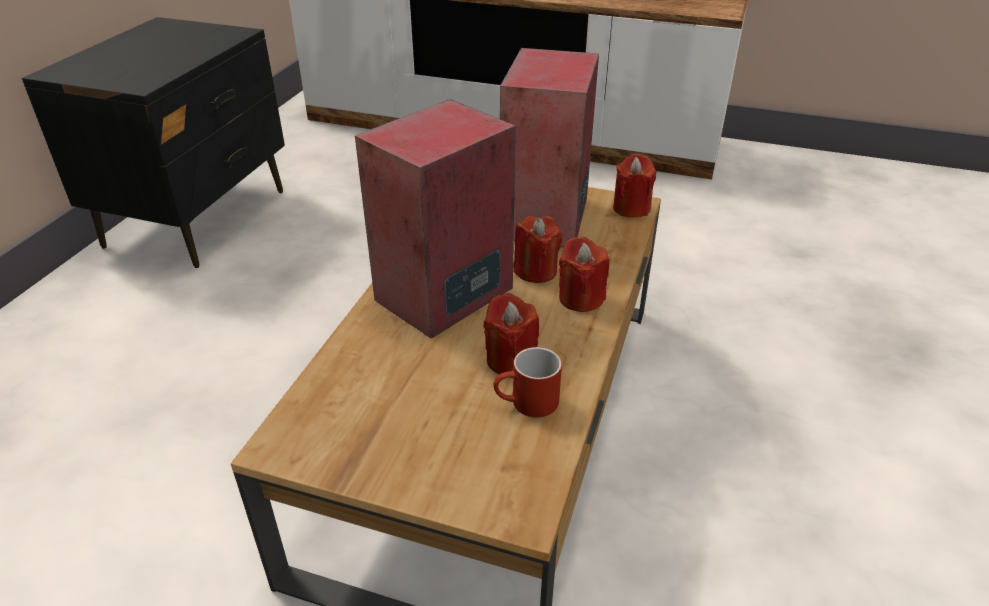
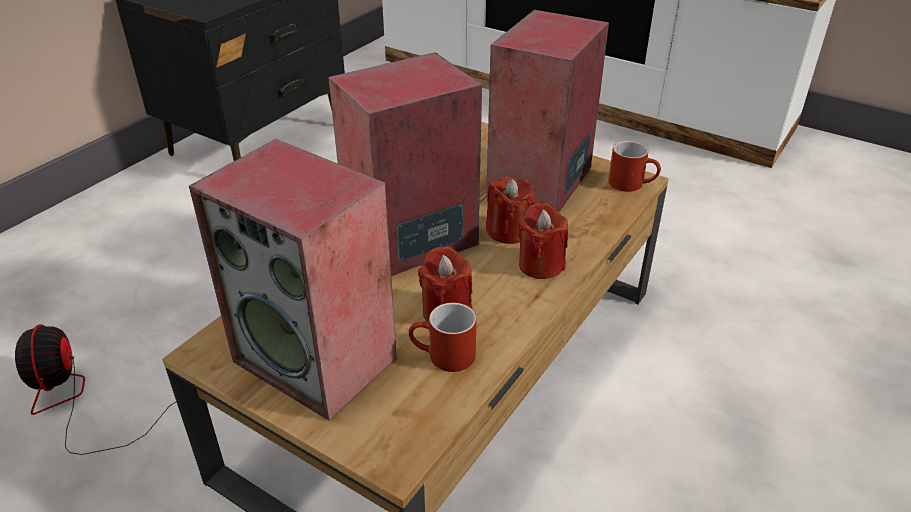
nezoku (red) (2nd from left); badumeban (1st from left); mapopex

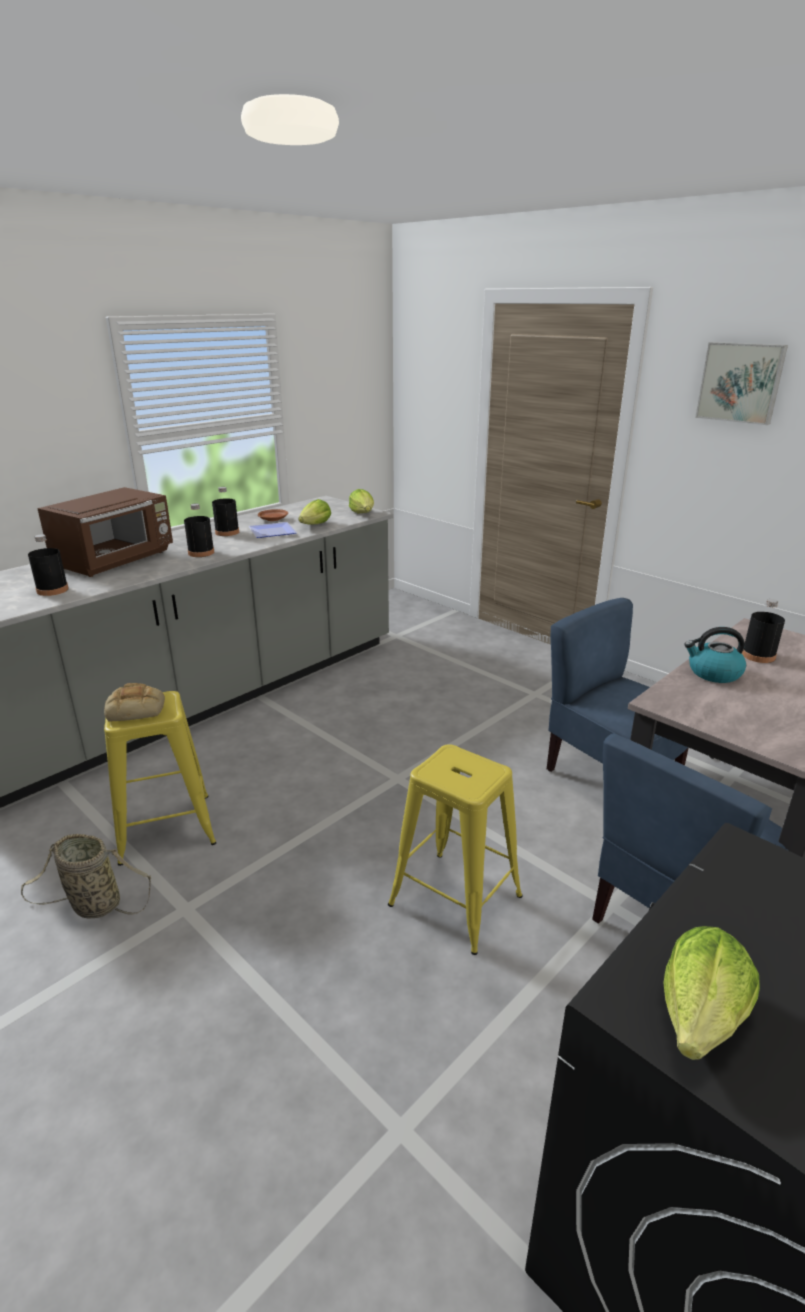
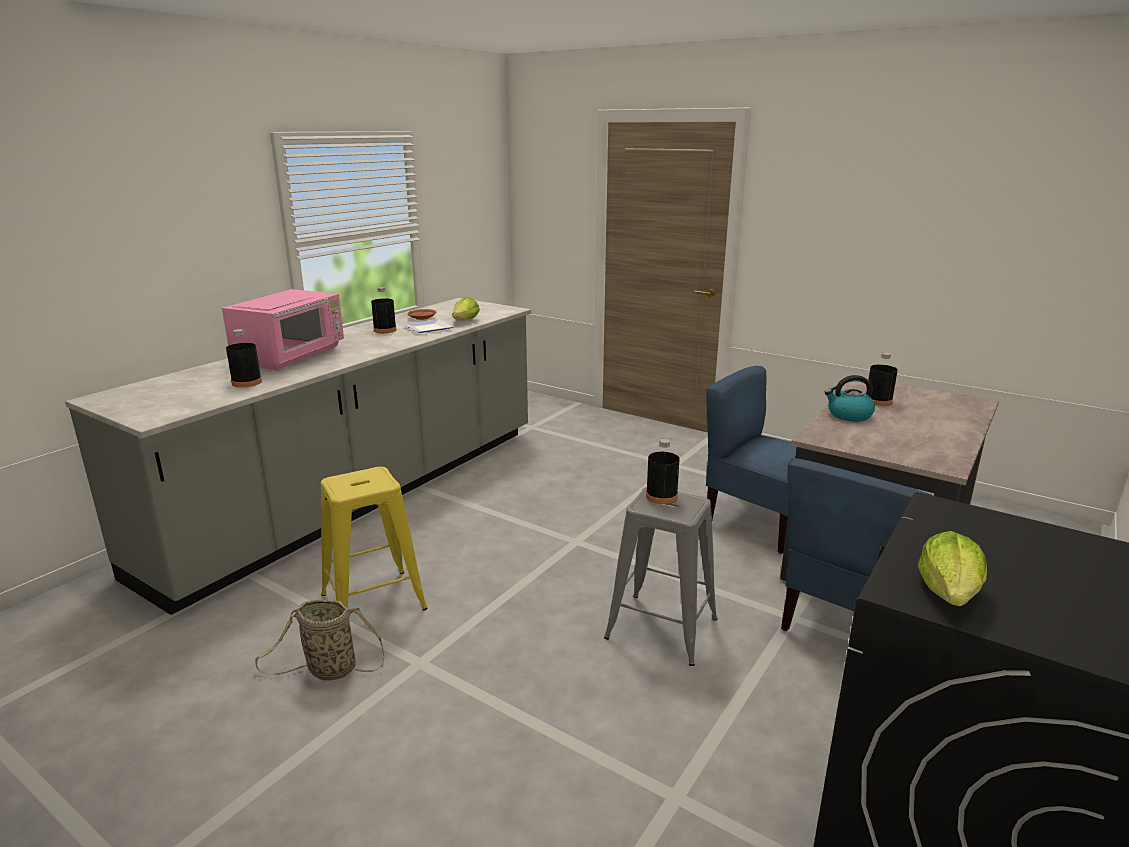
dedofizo; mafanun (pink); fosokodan (2nd from left in the first image); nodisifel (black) (3rd from left); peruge; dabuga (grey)

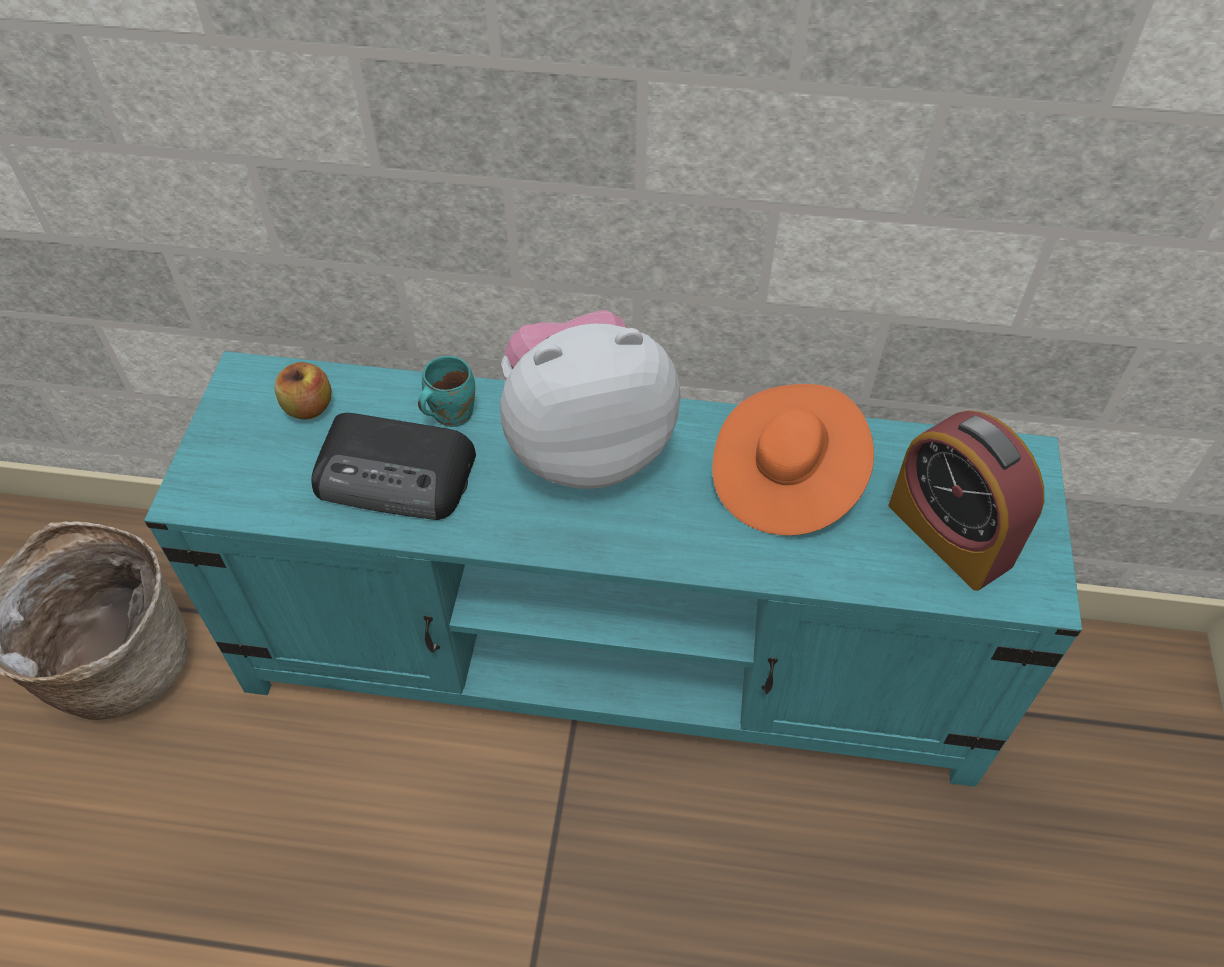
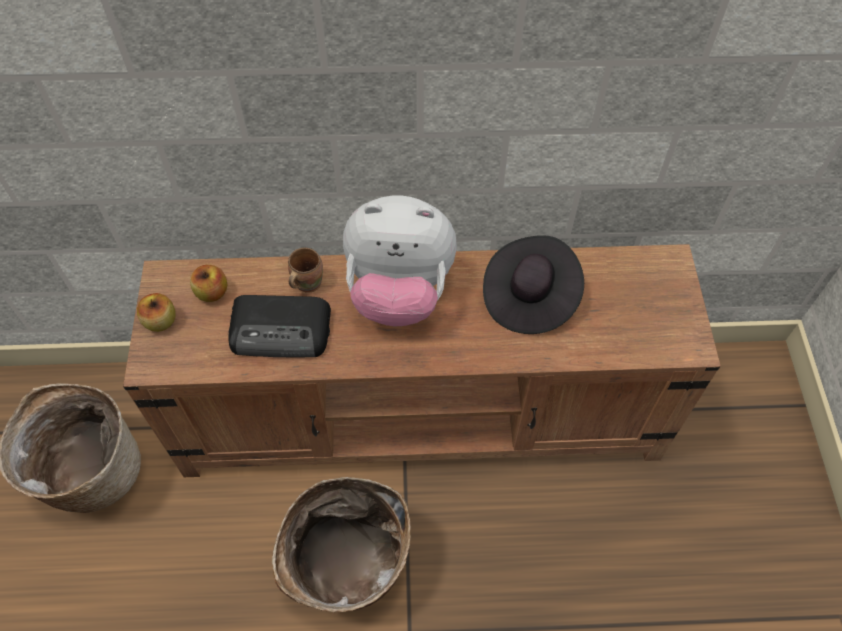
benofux; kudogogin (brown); nezoku (brown); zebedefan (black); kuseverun; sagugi (1st from left); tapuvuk (2nd from left)

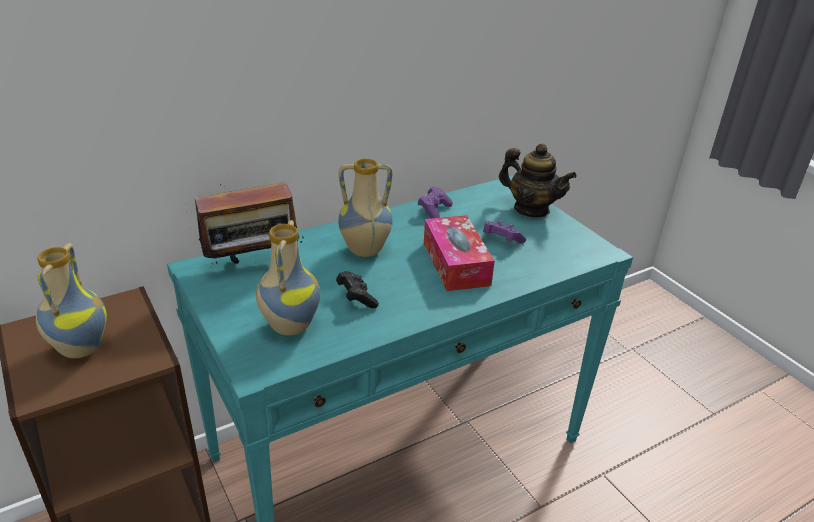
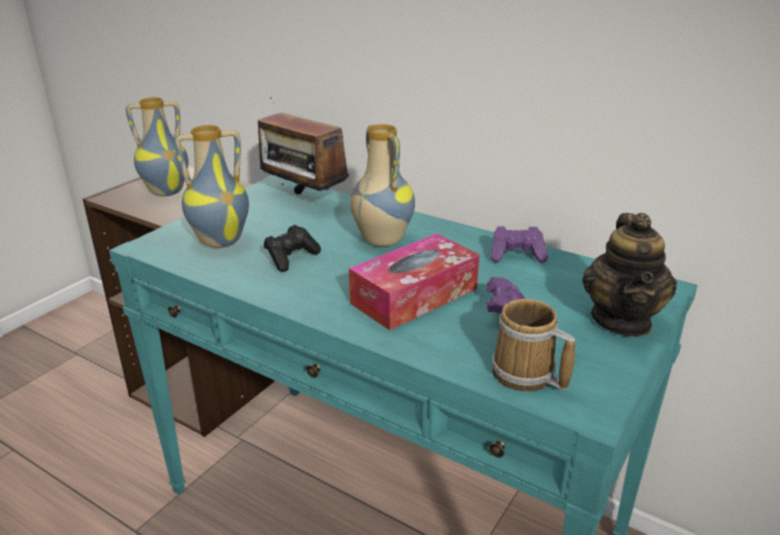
nezoku

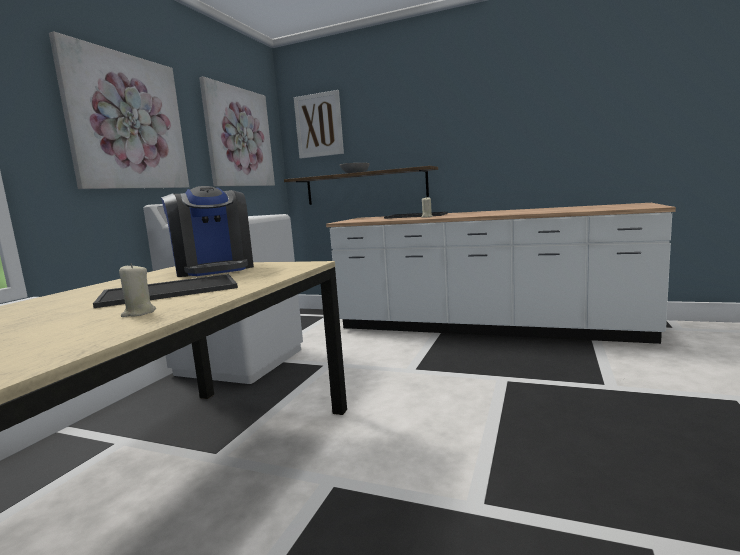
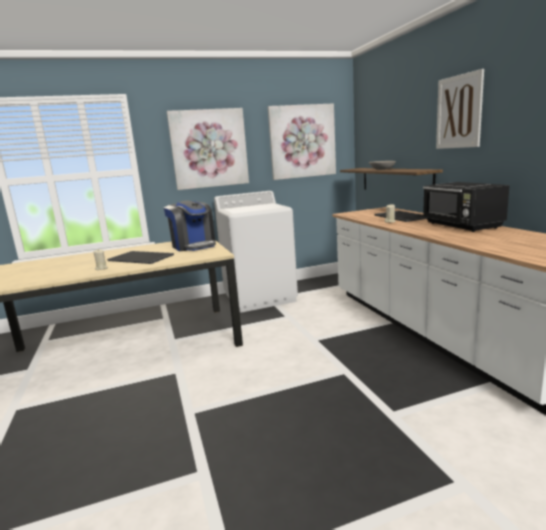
dedofizo (3rd from left); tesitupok; mafanun (black)

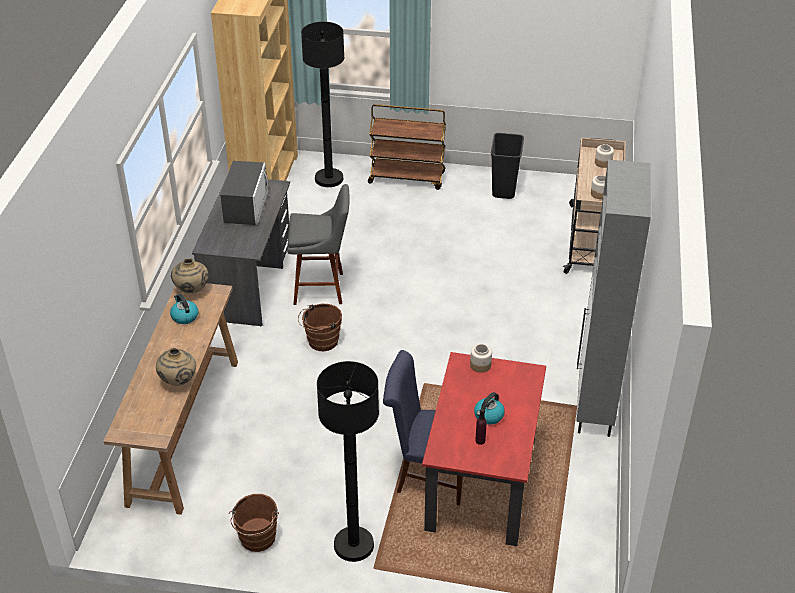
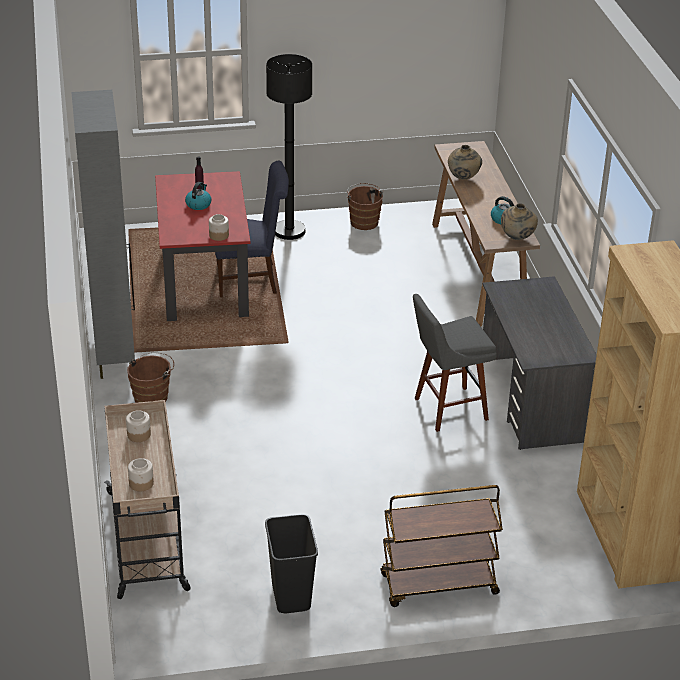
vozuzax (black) (1st from left in the first image); mafanun; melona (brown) (1st from left)

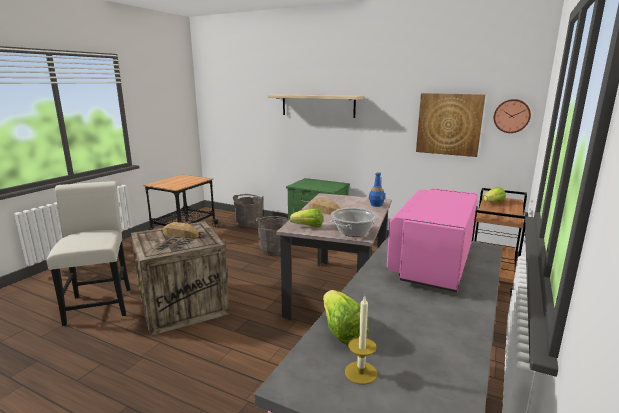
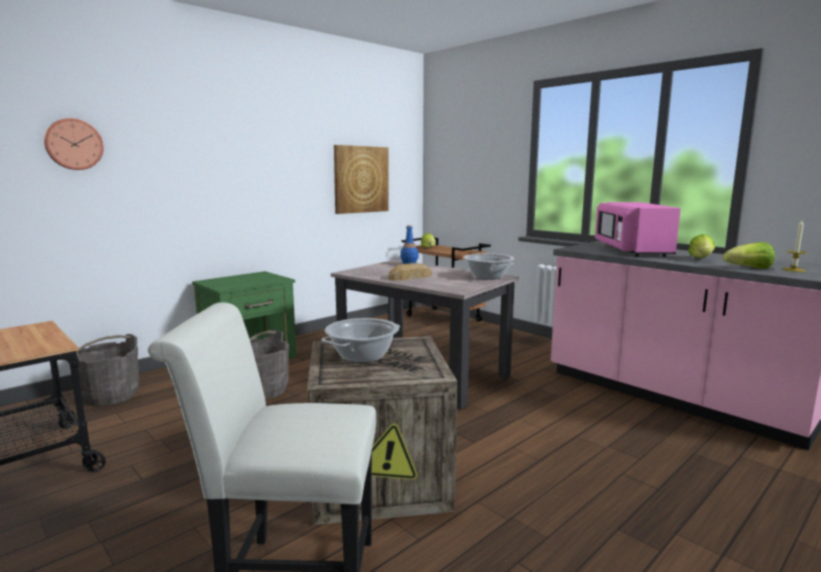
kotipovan; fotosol; mafanun (pink); fosokodan (2nd from left); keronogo (1st from left)

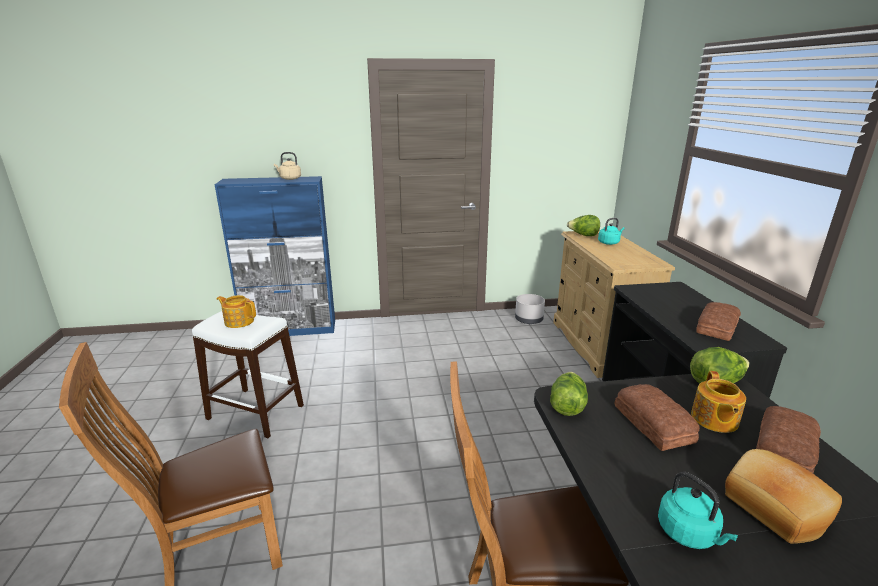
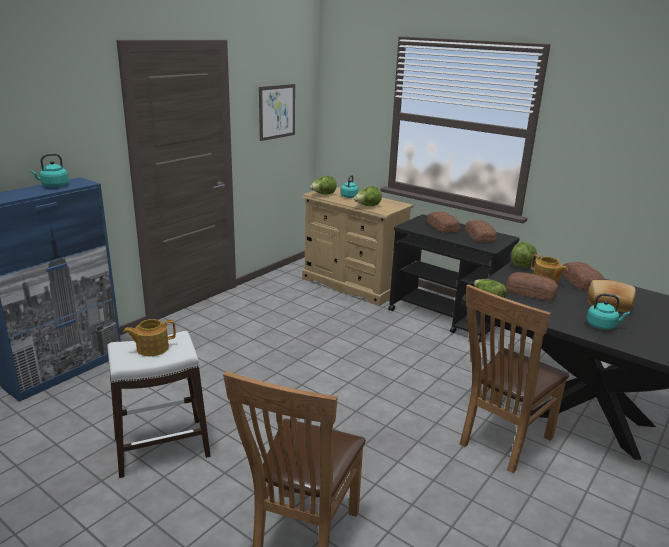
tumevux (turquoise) (1st from left); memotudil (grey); dedofizo; fosokodan (2nd from left); peruge (1st from left)

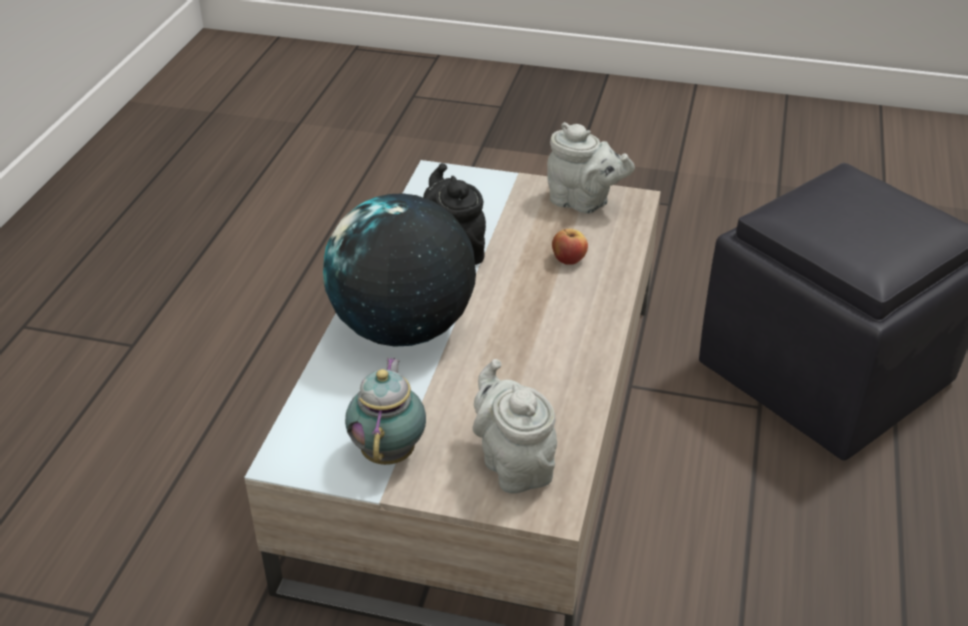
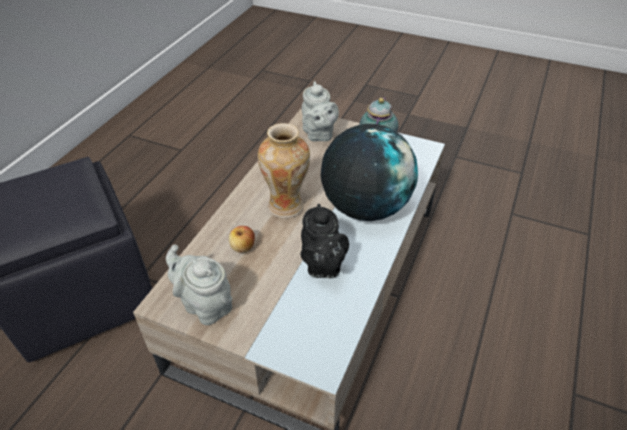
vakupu

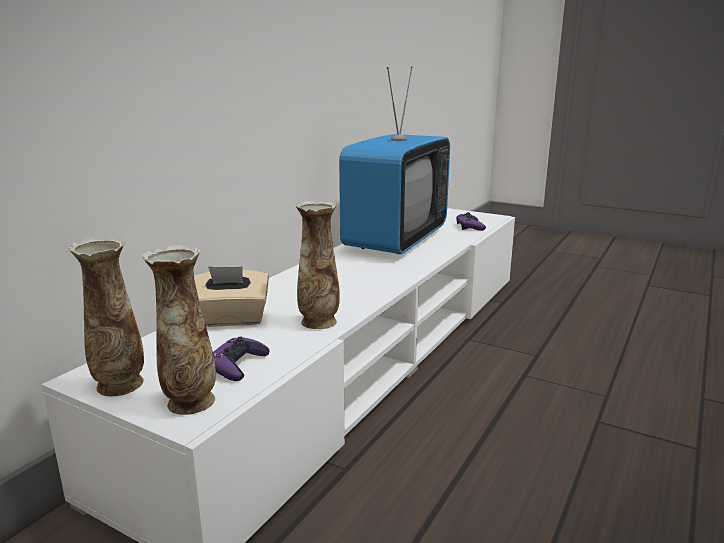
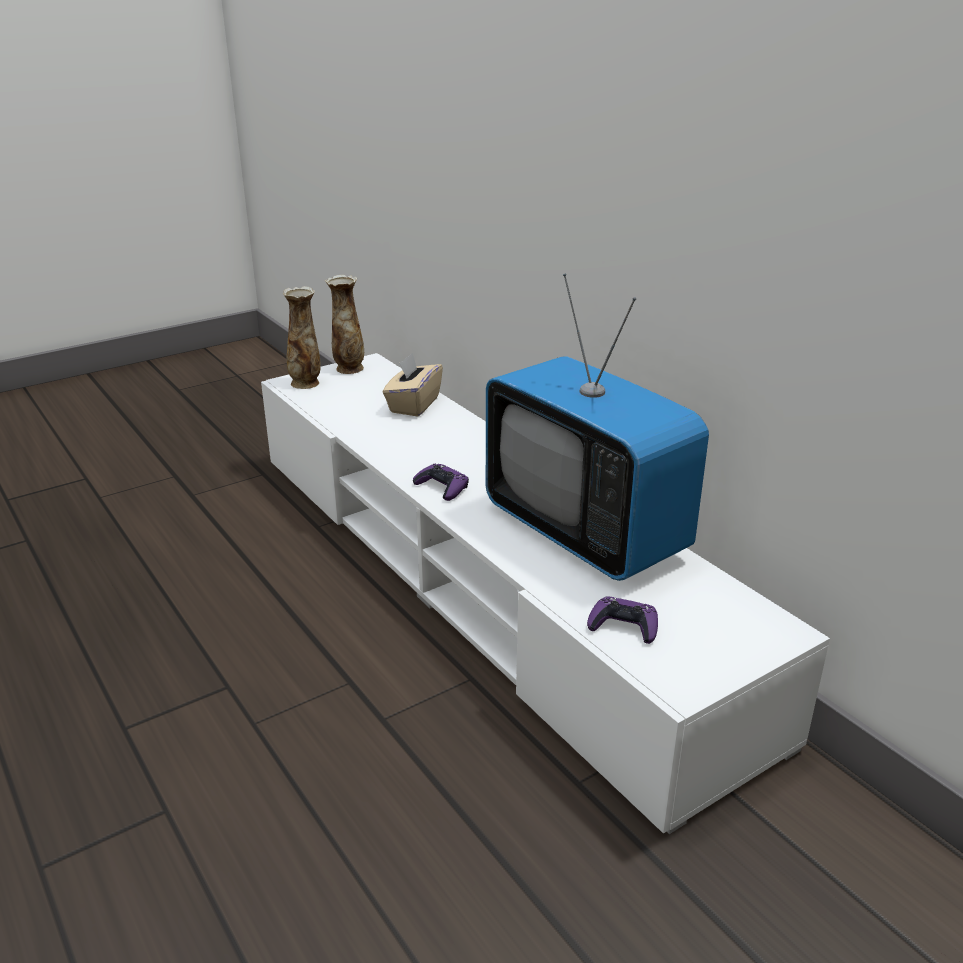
vakupu (3rd from left in the first image); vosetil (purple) (1st from left)

